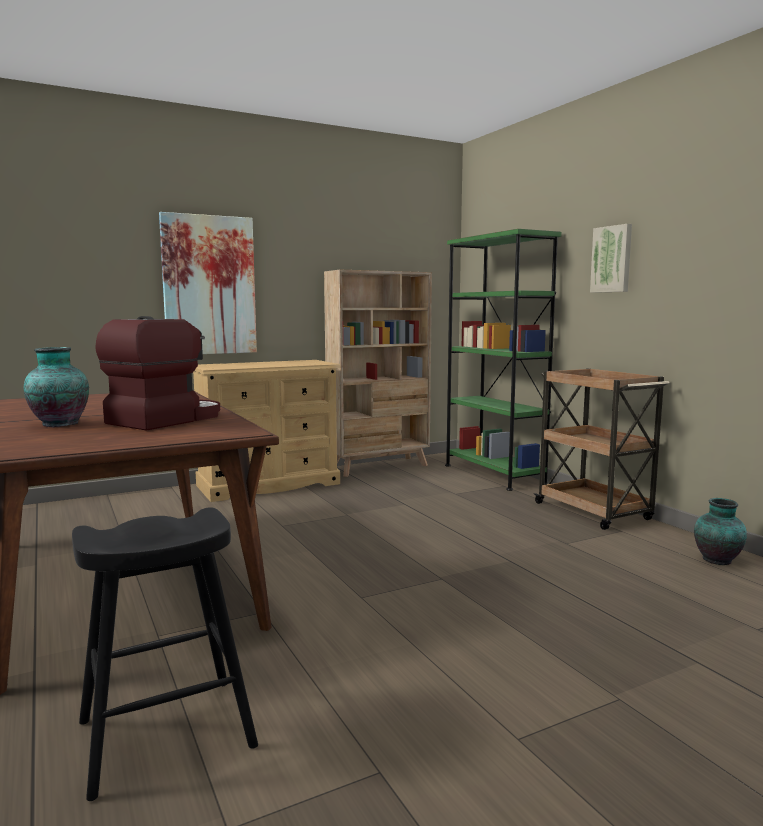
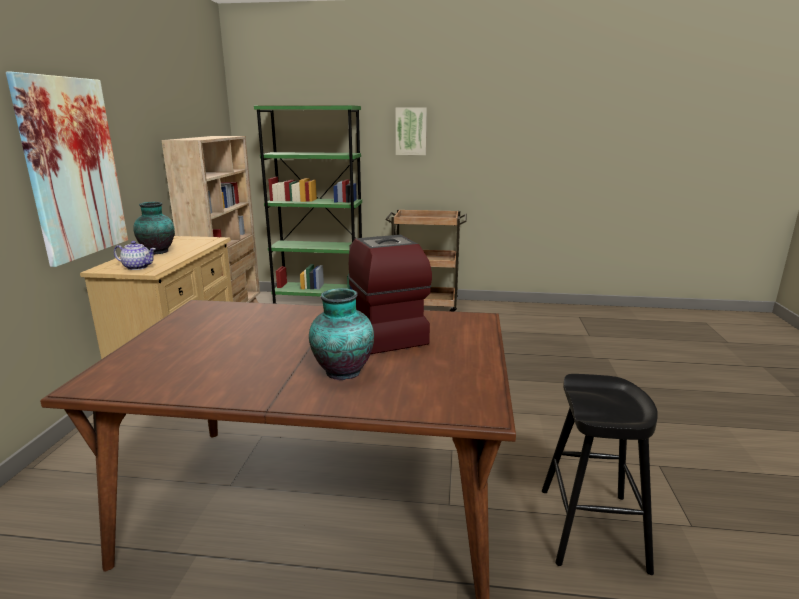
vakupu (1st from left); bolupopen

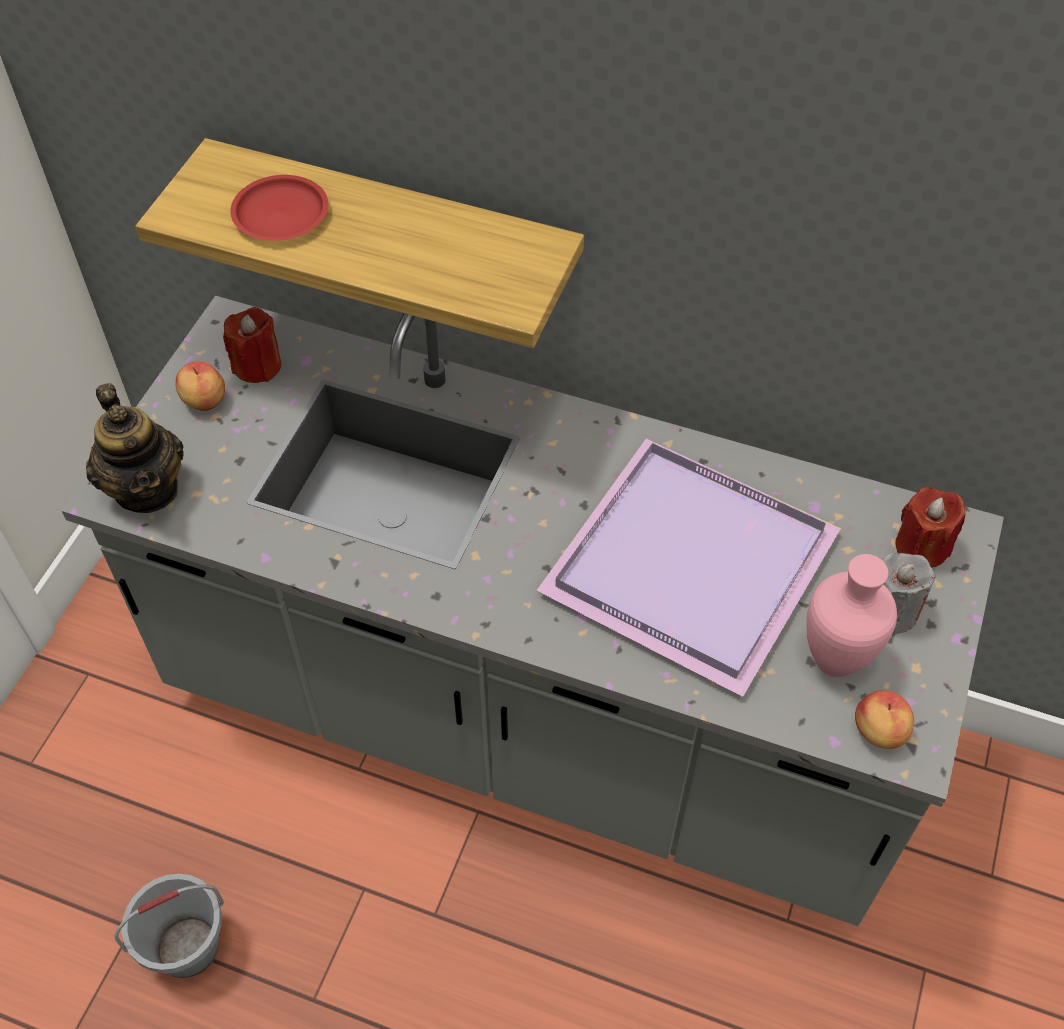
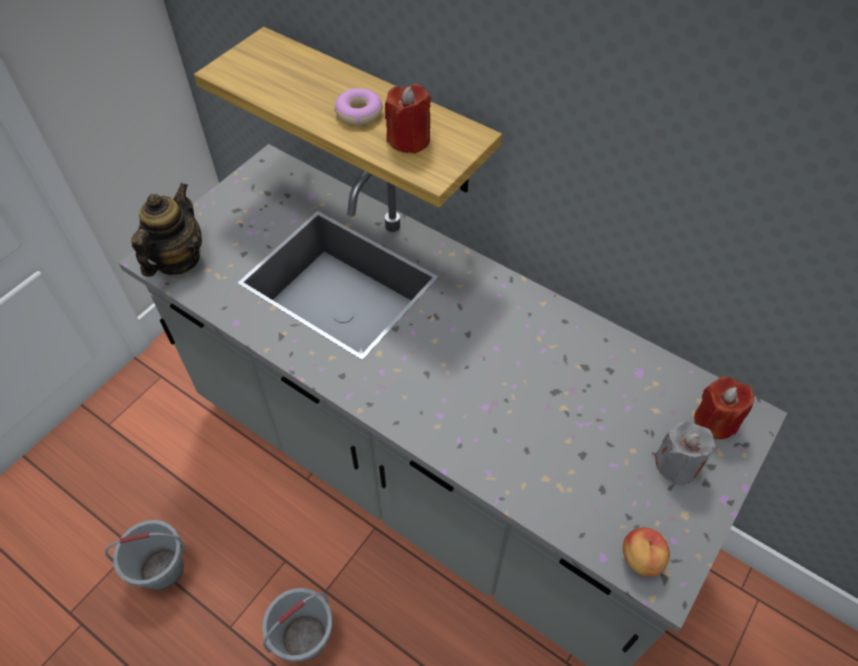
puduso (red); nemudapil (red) (1st from left); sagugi (1st from left in the first image); bolupopen; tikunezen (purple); vakupu (pink); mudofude; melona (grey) (2nd from left)

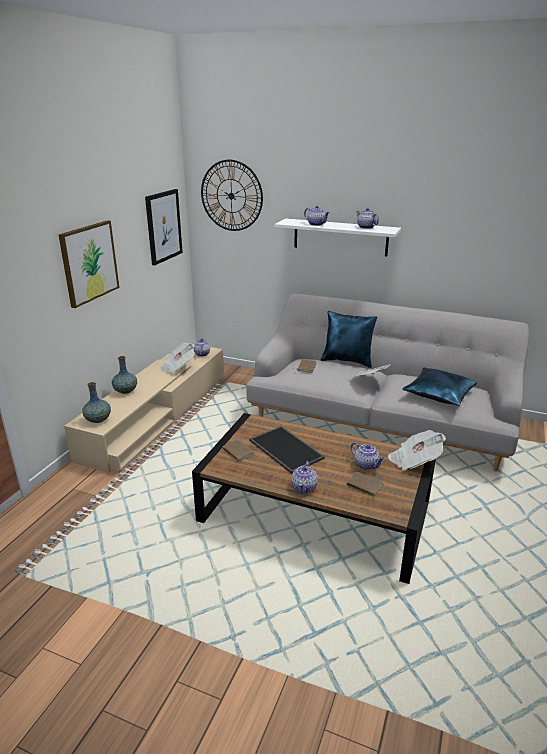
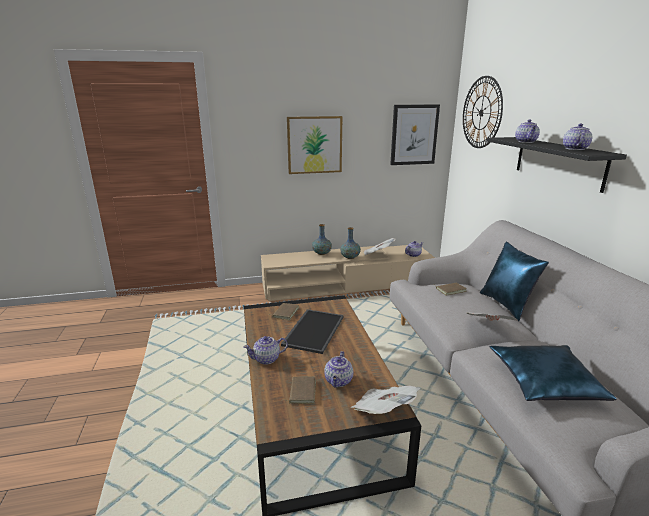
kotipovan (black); vakupu (2nd from left)

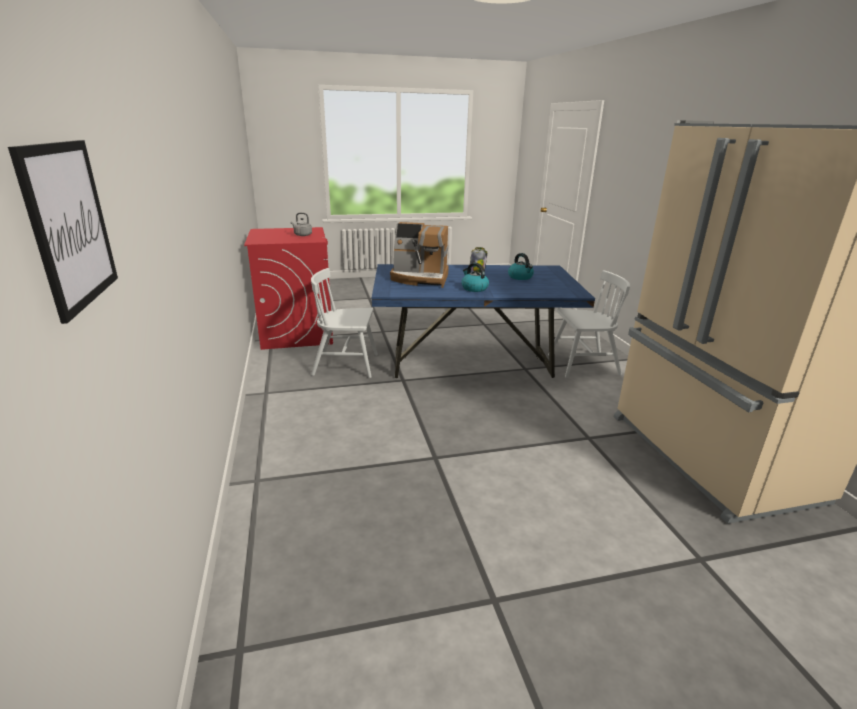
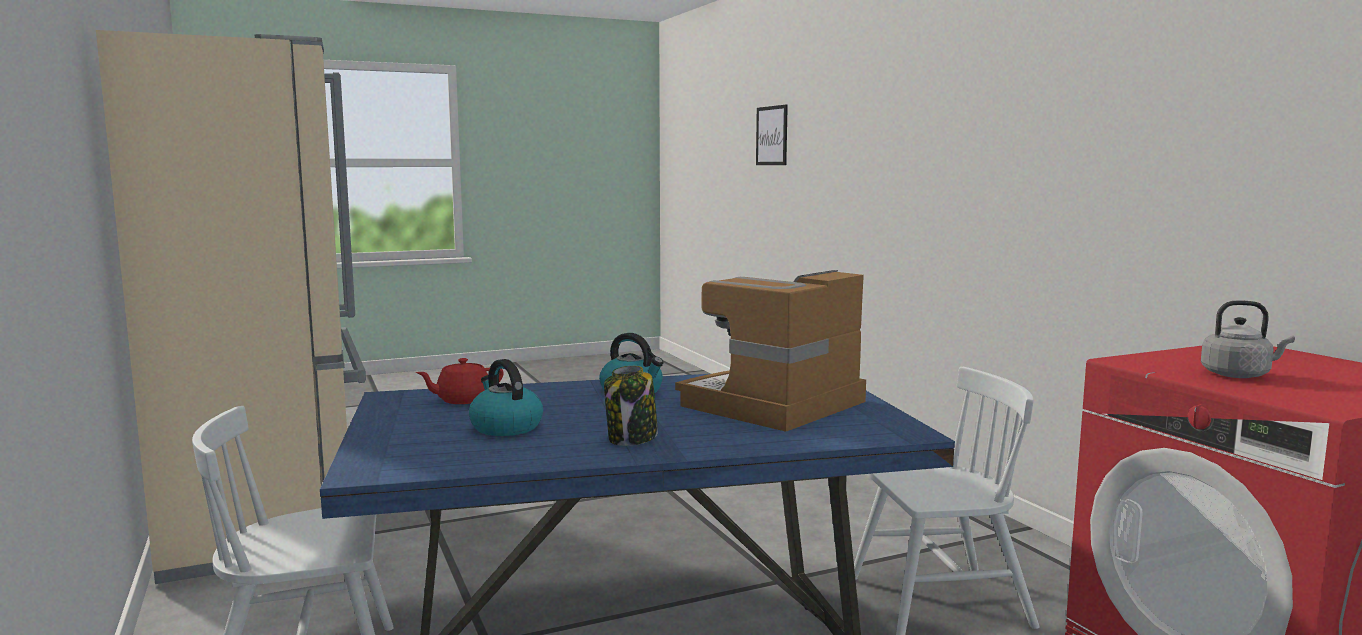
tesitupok; bolupopen (red)

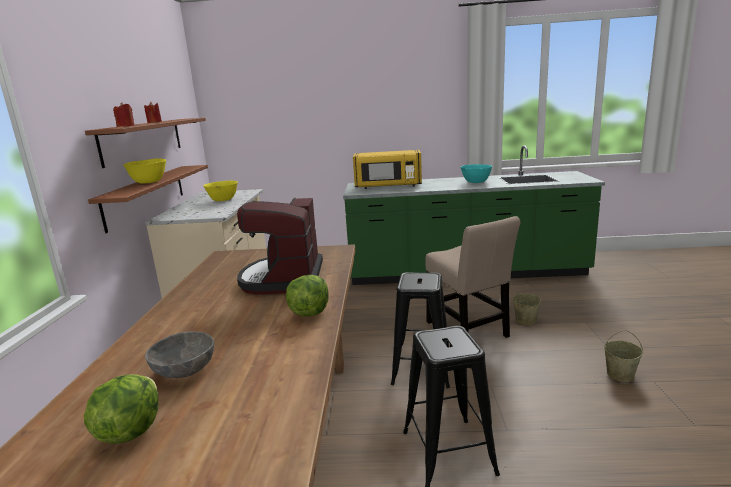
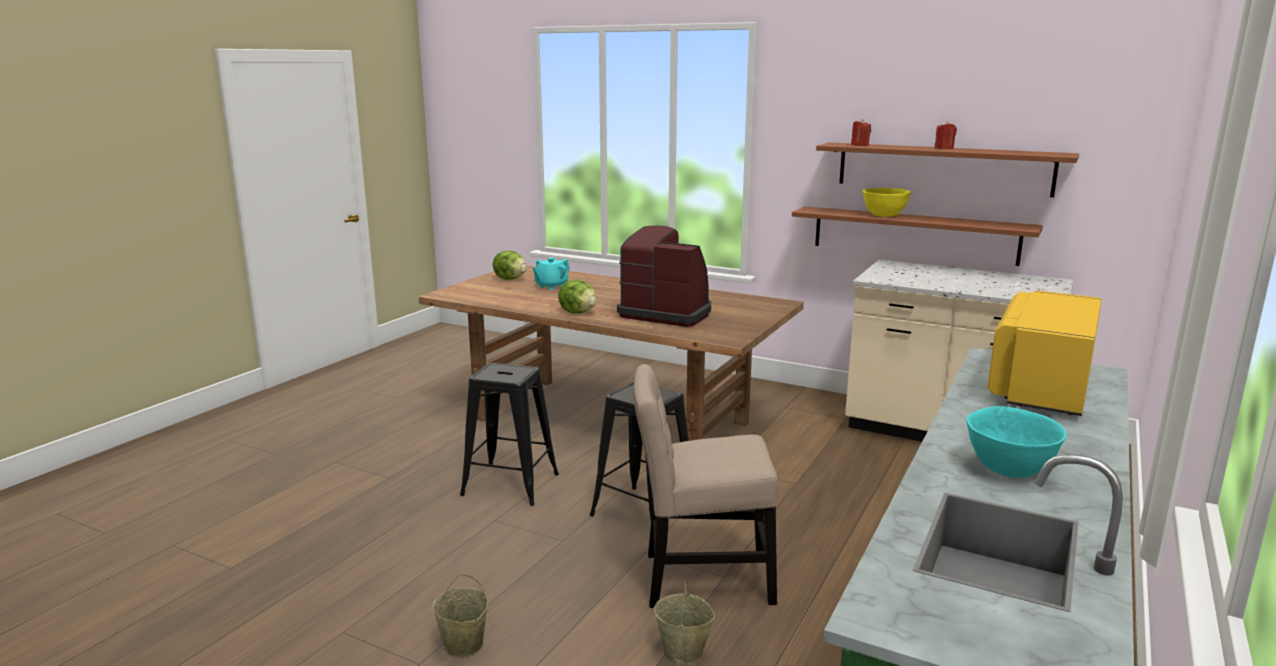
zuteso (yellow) (2nd from left in the first image); bolupopen (turquoise)

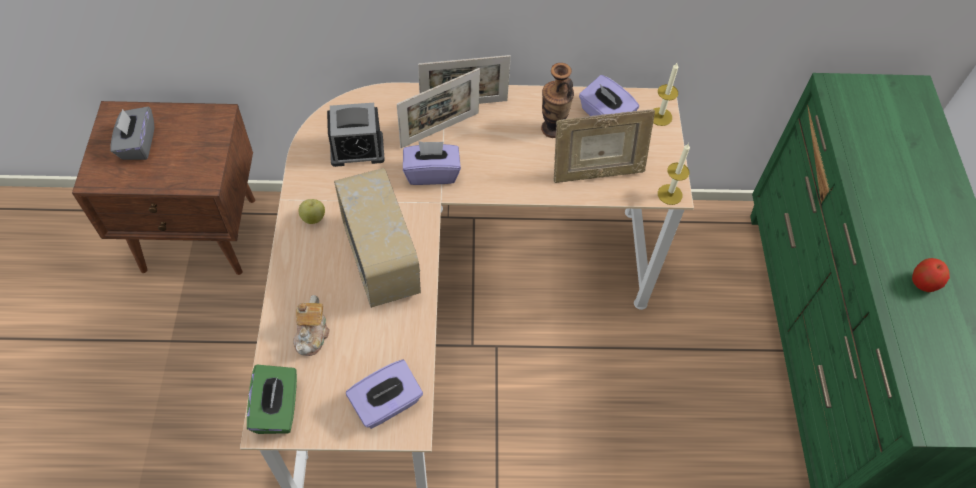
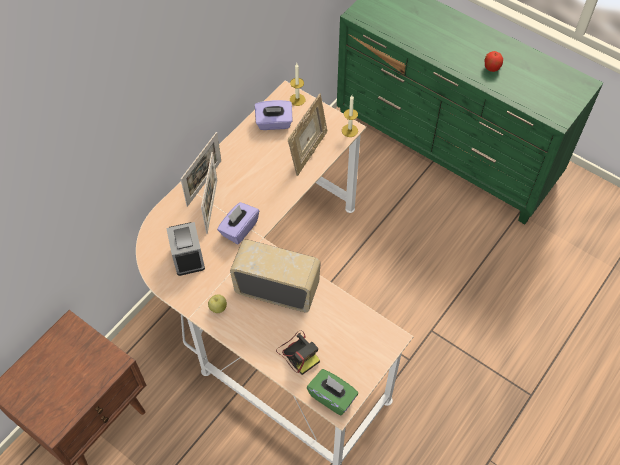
vakupu; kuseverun; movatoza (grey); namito; movatoza (purple) (1st from left in the first image)

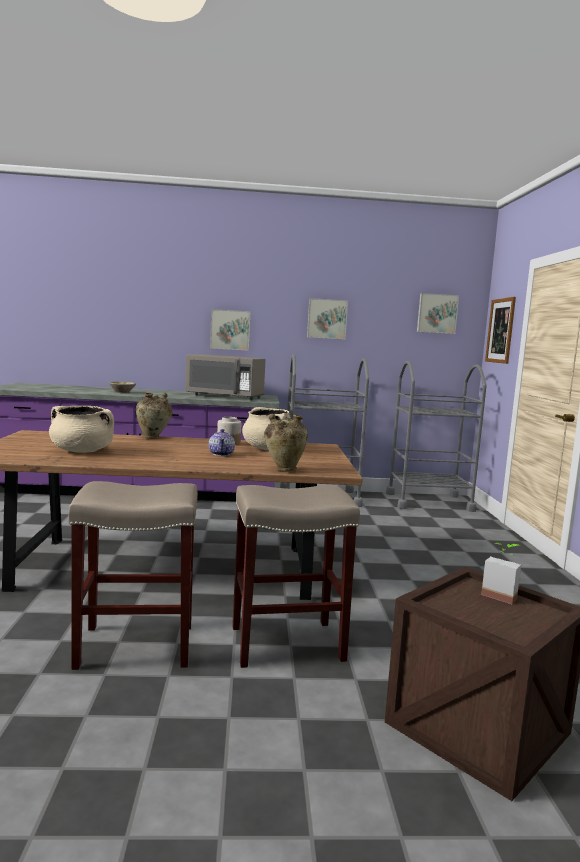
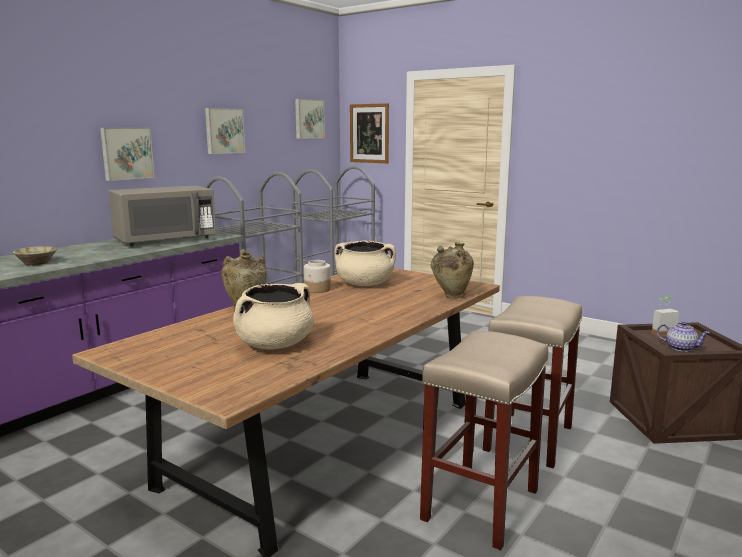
bolupopen

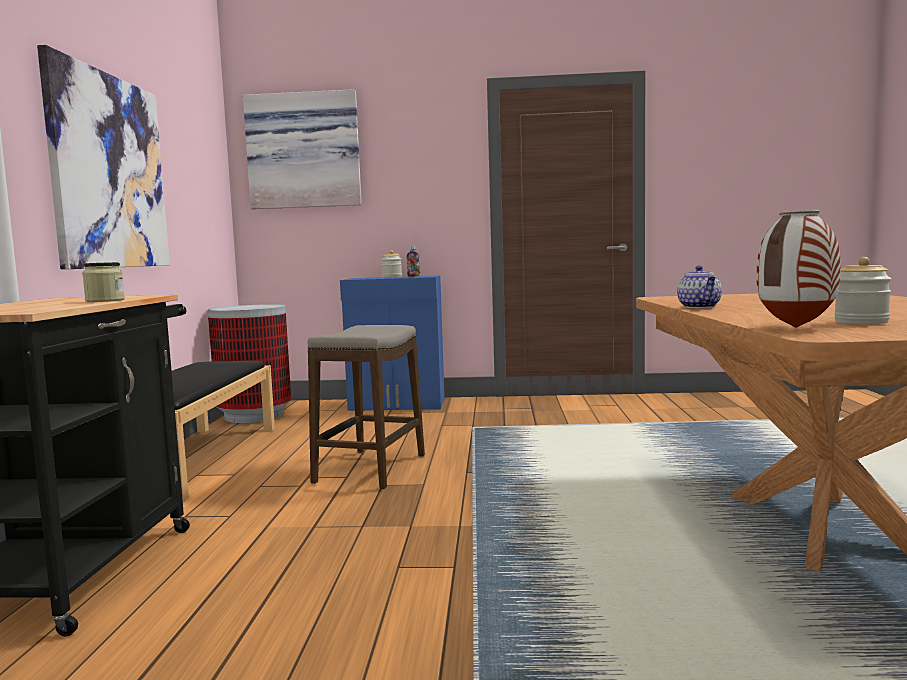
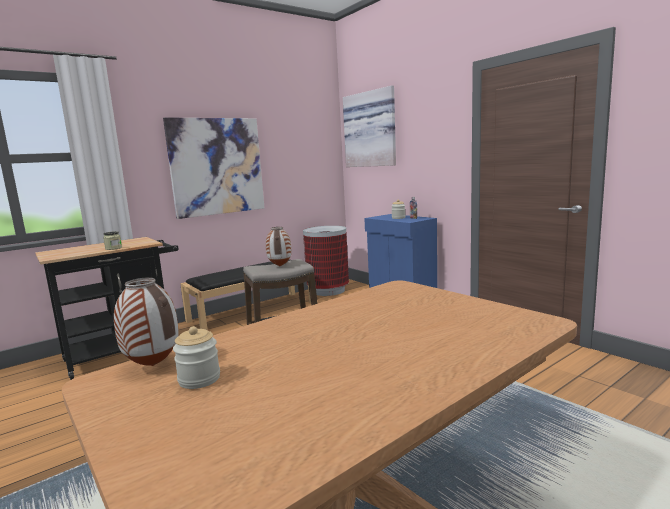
bolupopen; vakupu (2nd from left)

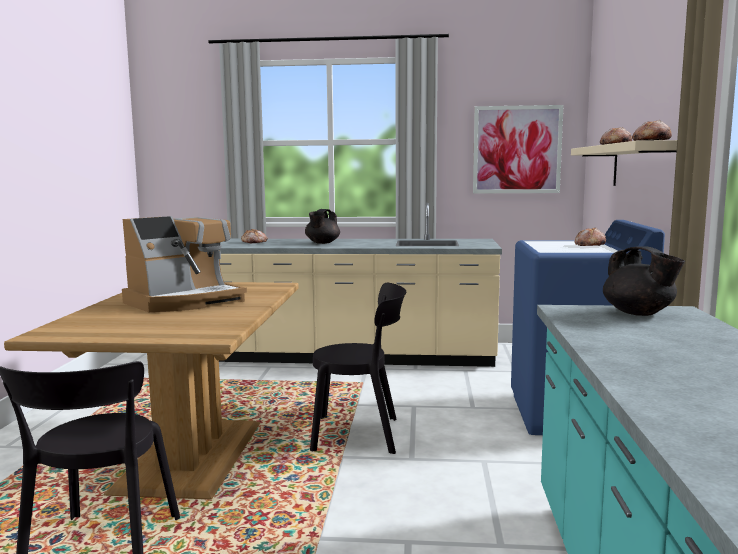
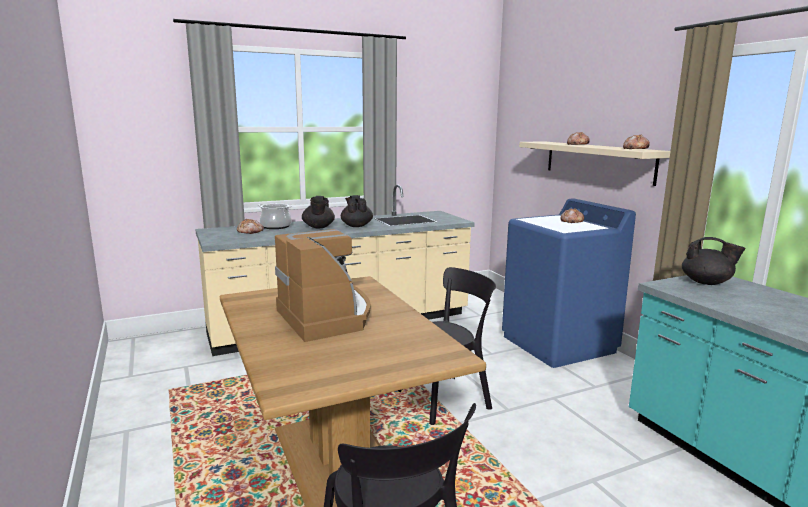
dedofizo; tesitupok; bolupopen (black) (2nd from left); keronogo

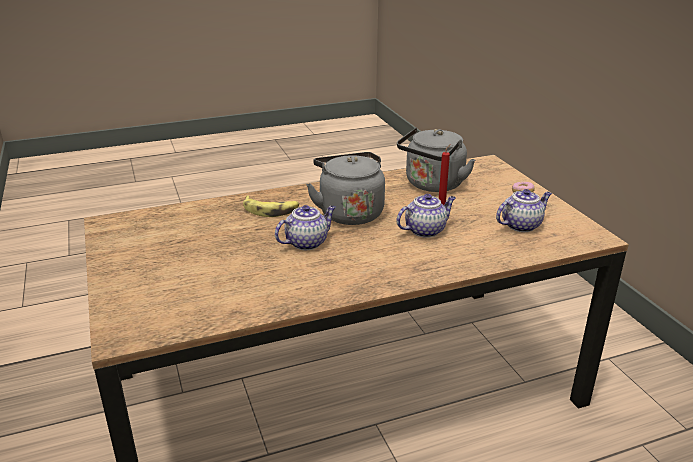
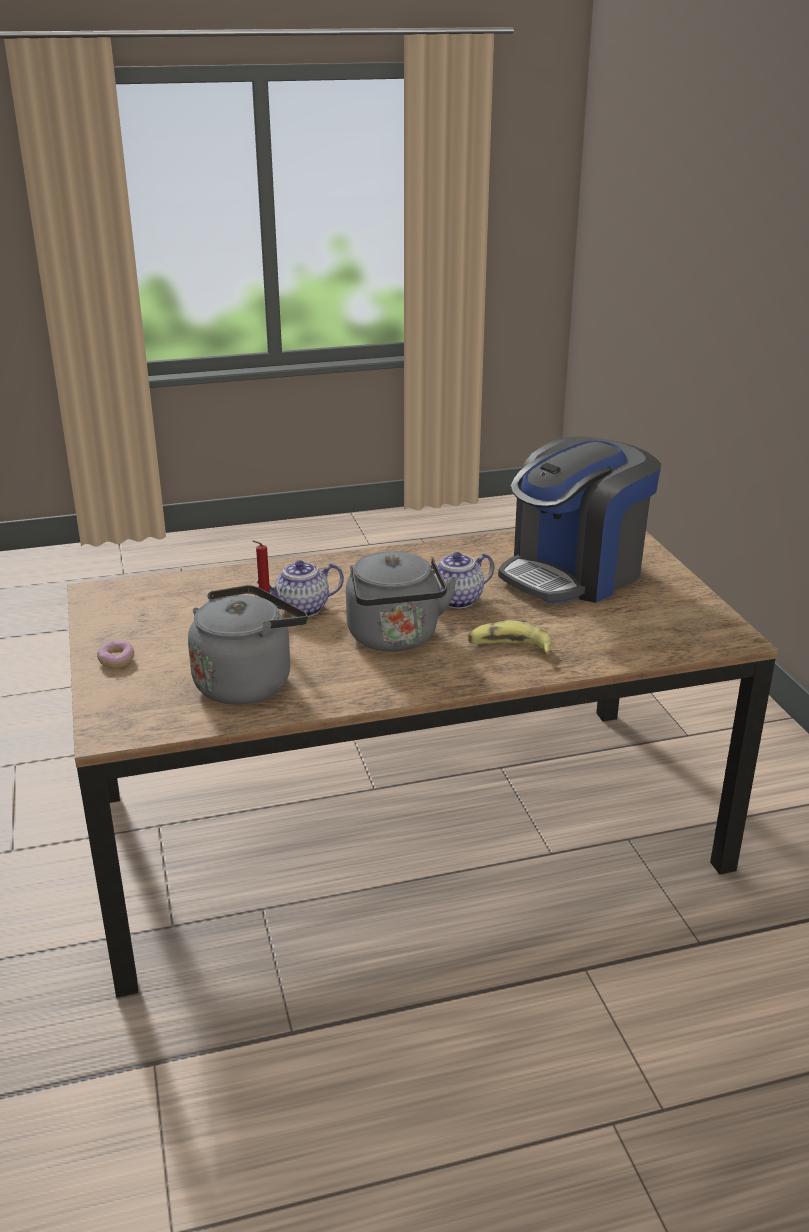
bolupopen (3rd from left in the first image); tesitupok

